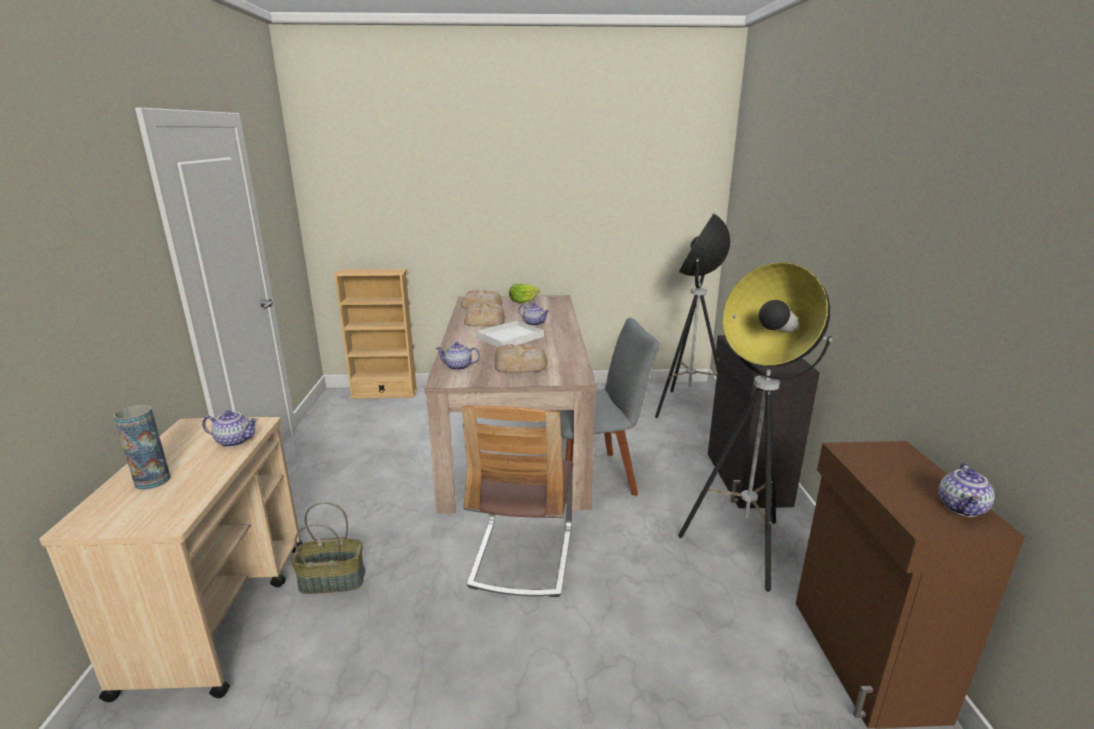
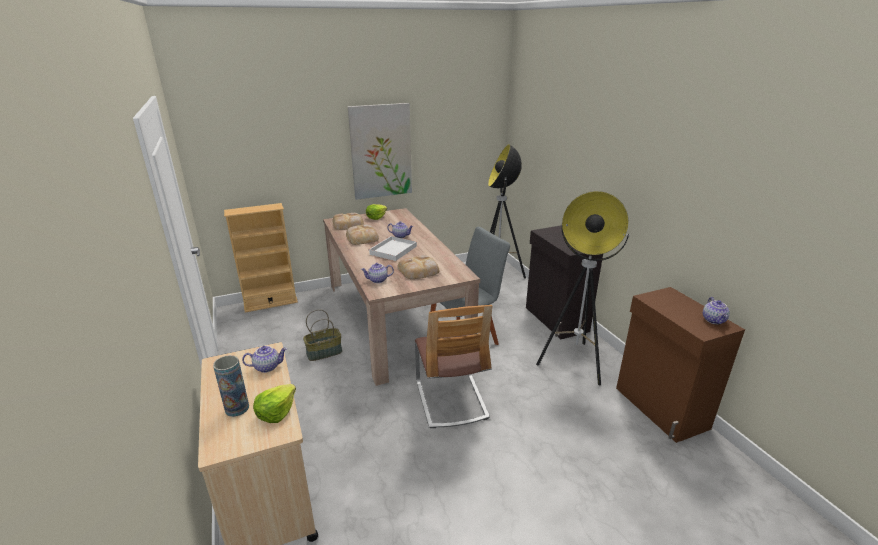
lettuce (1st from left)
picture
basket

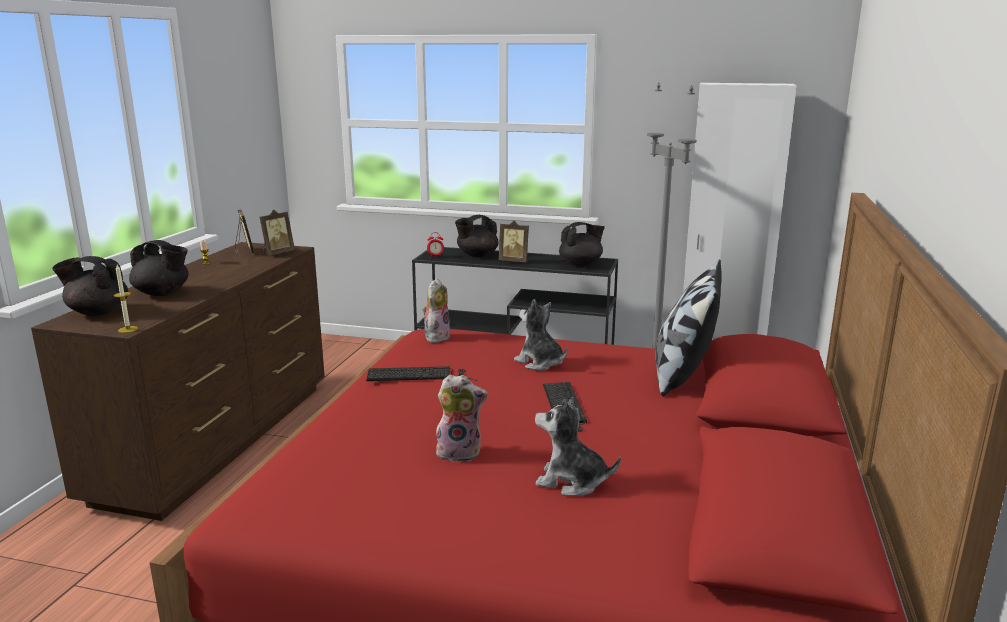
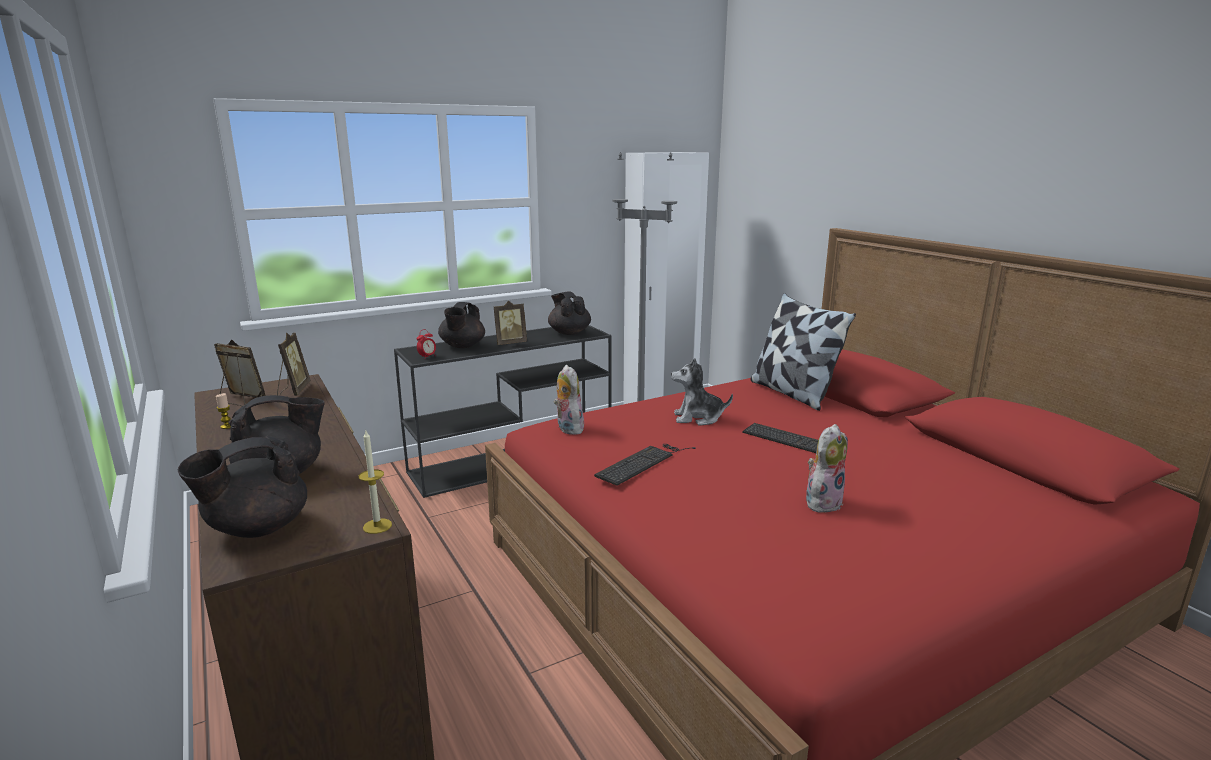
plush toy (4th from left in the first image)
black teapot (4th from left)

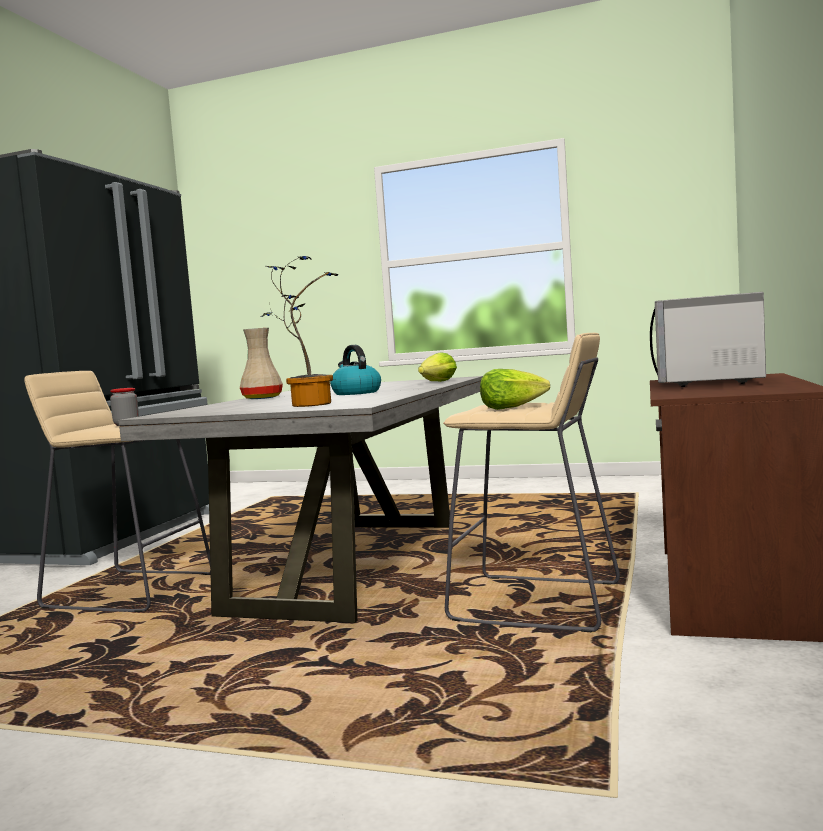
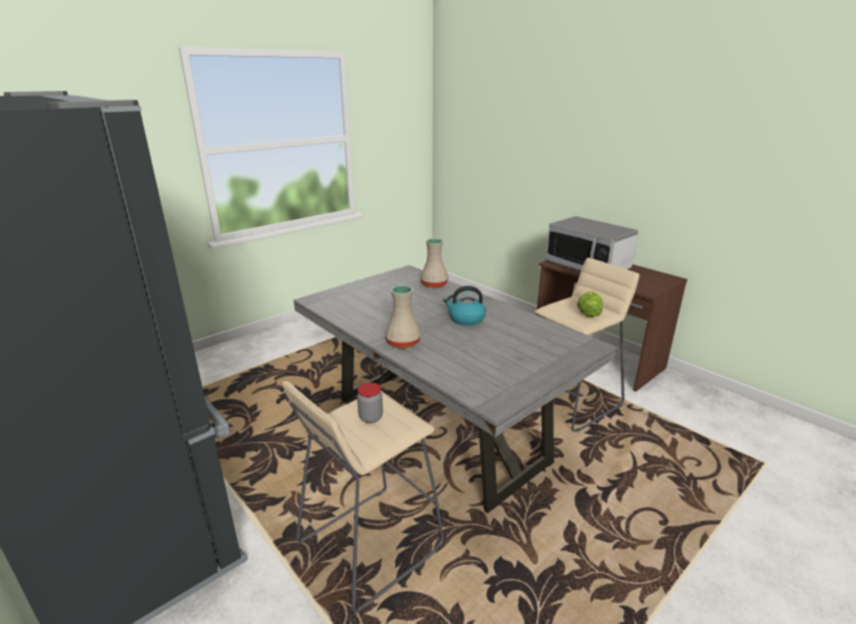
potted plant
beige vase (2nd from left)

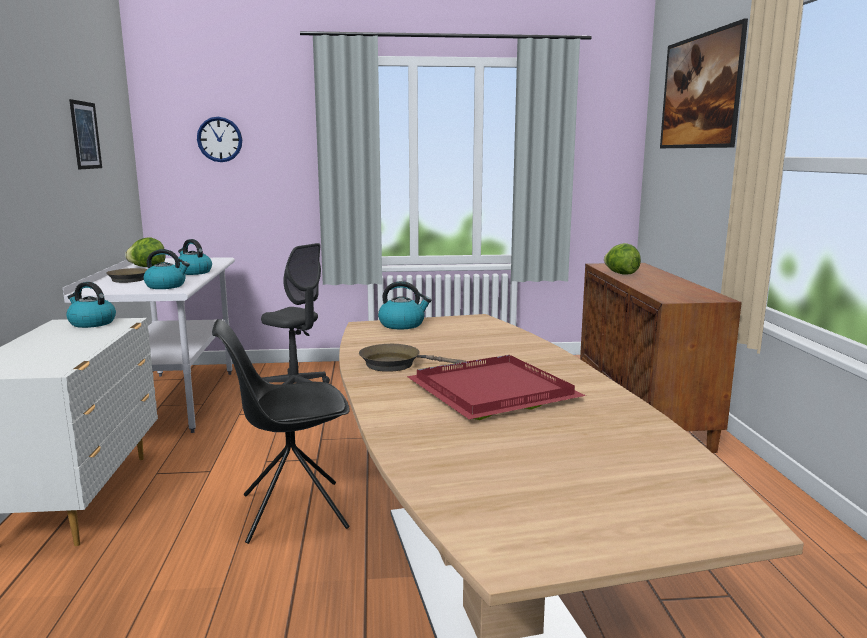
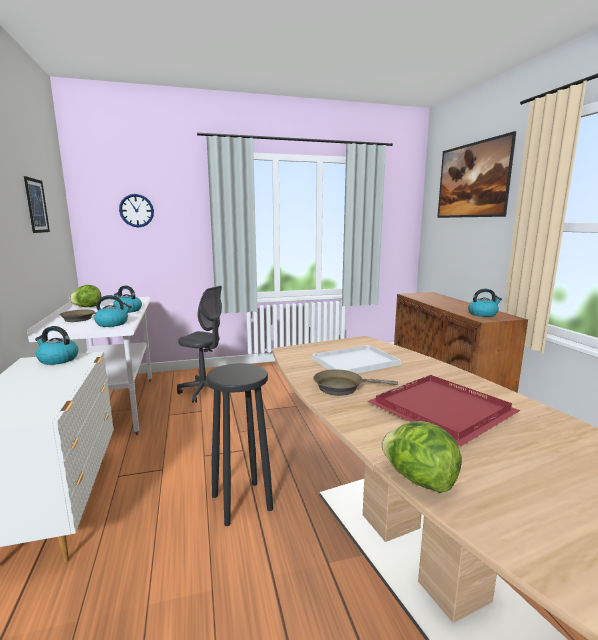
white tray
kettle (4th from left)
lettuce (2nd from left)
black stool

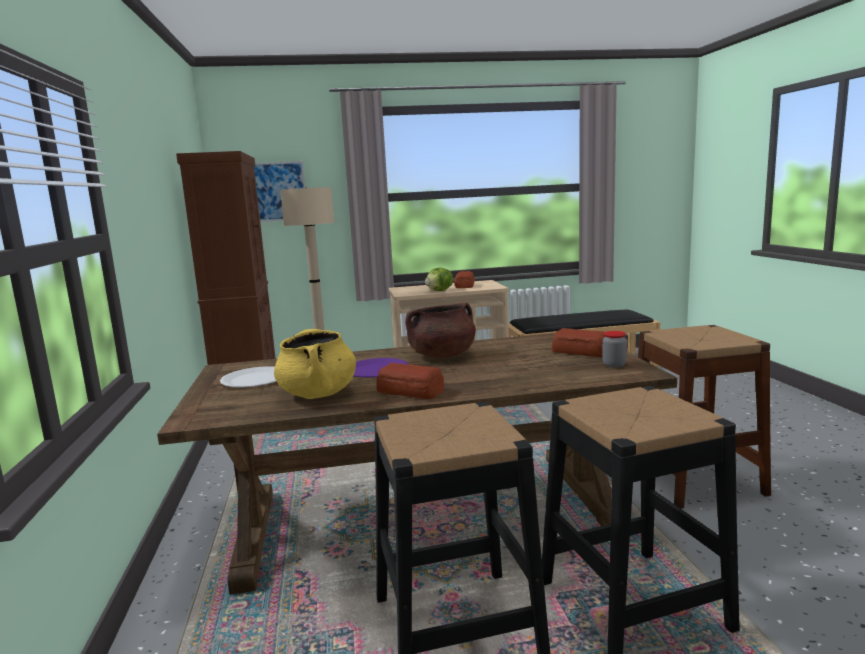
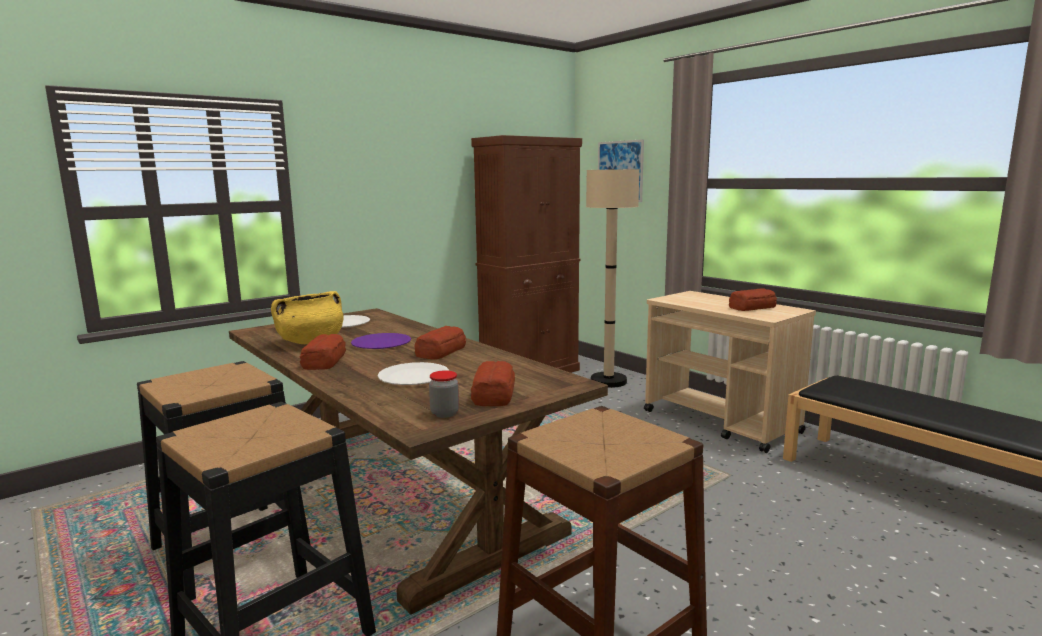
lettuce
white plate (2nd from left)
bread (2nd from left)

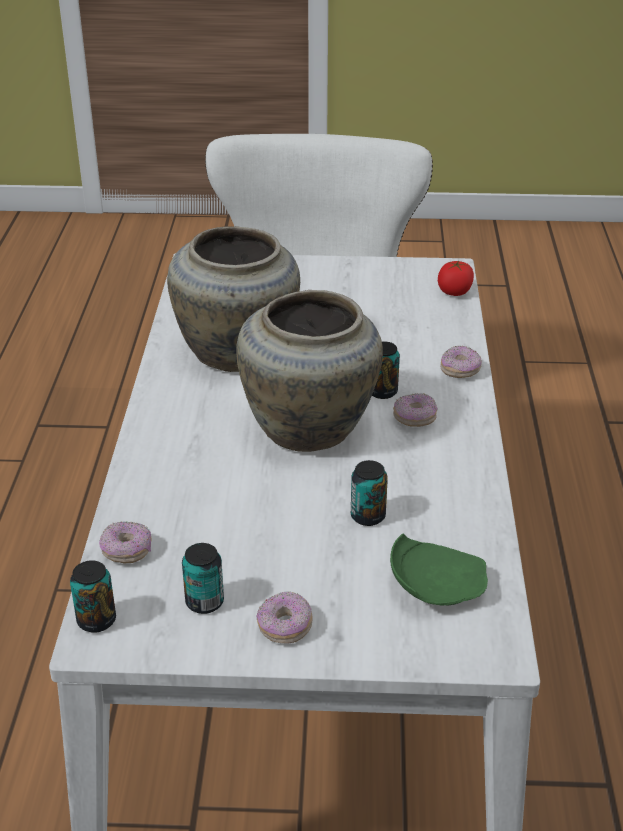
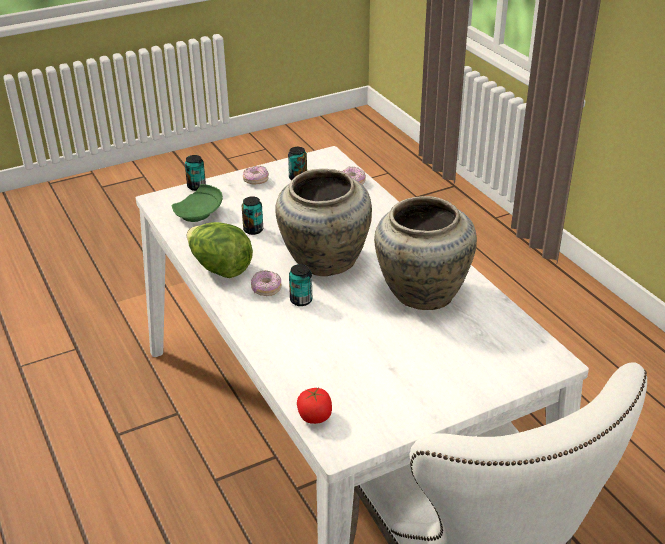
donut (4th from left in the first image)
lettuce
can (1st from left)

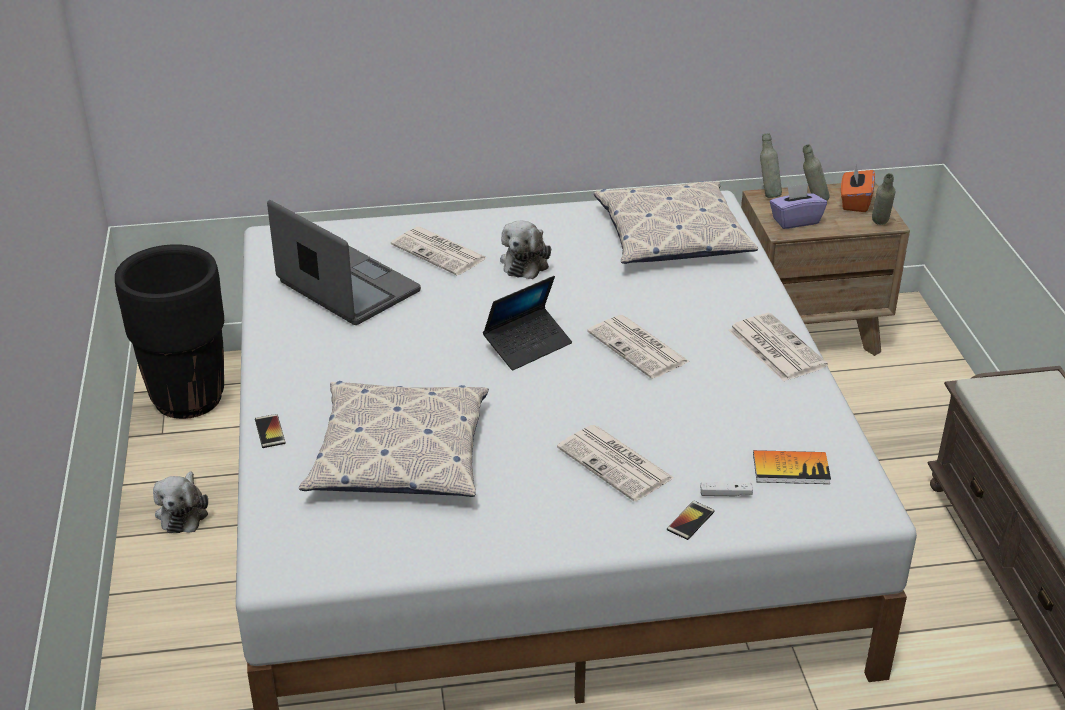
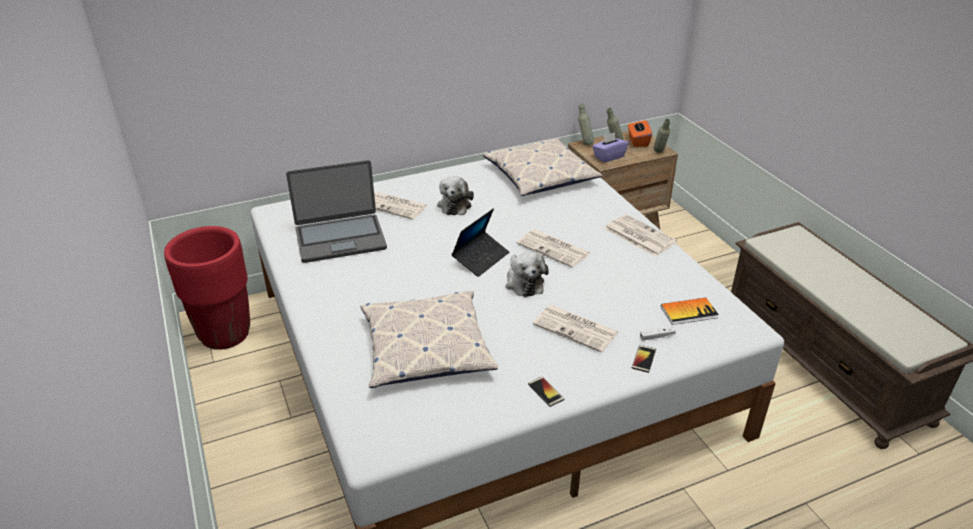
plush toy (2nd from left)
phone (1st from left)
red planter
laptop (1st from left)

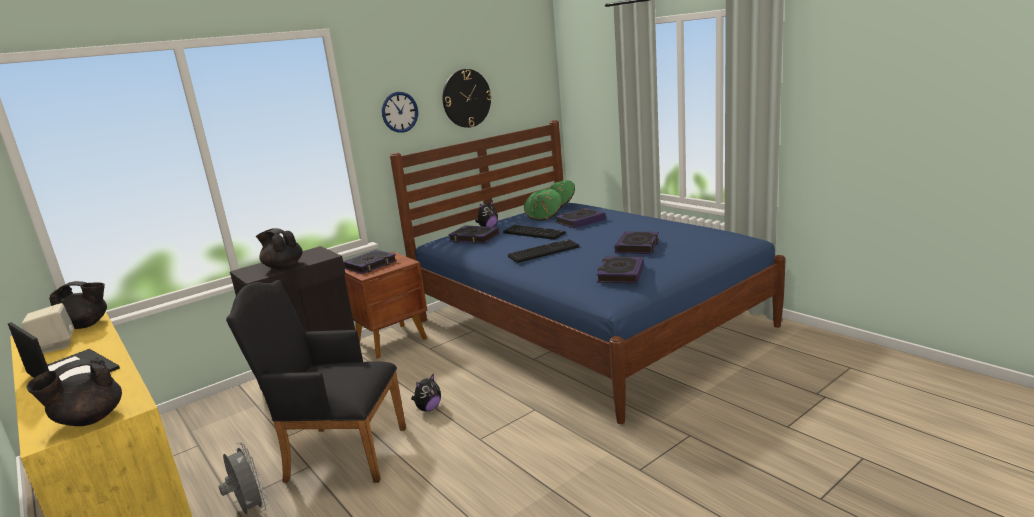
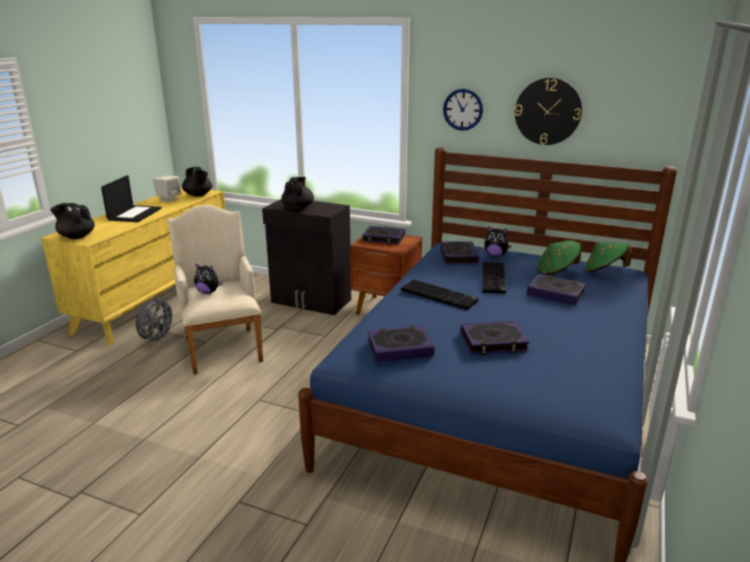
plush toy (1st from left)
beige armchair

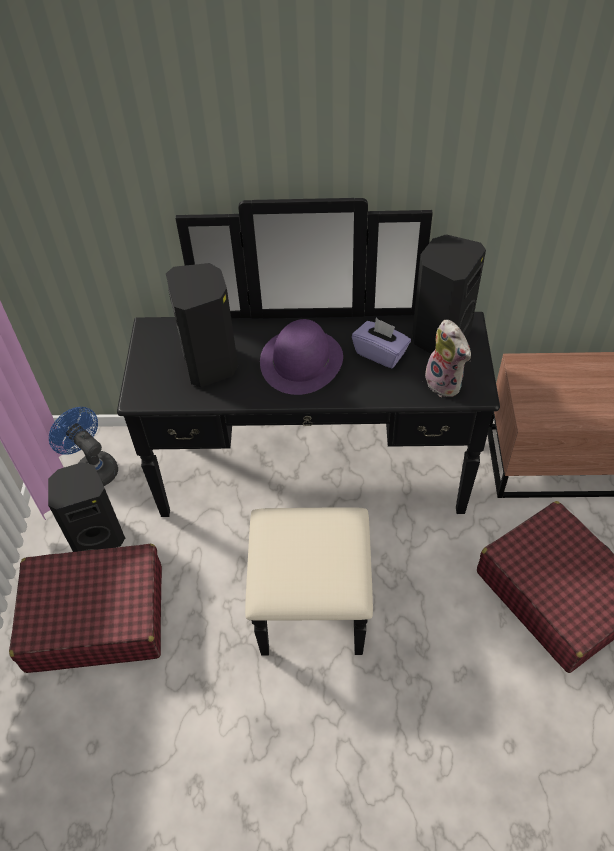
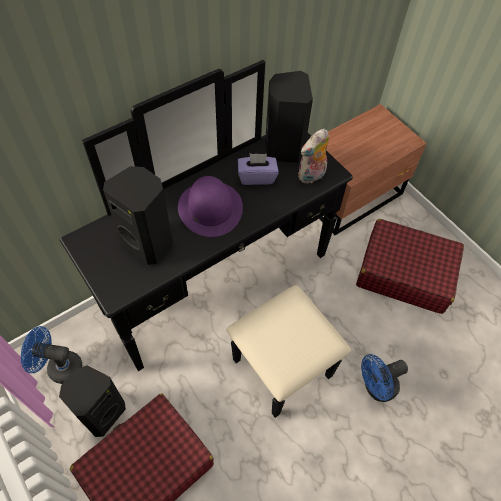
blue fan (2nd from left)
plush toy

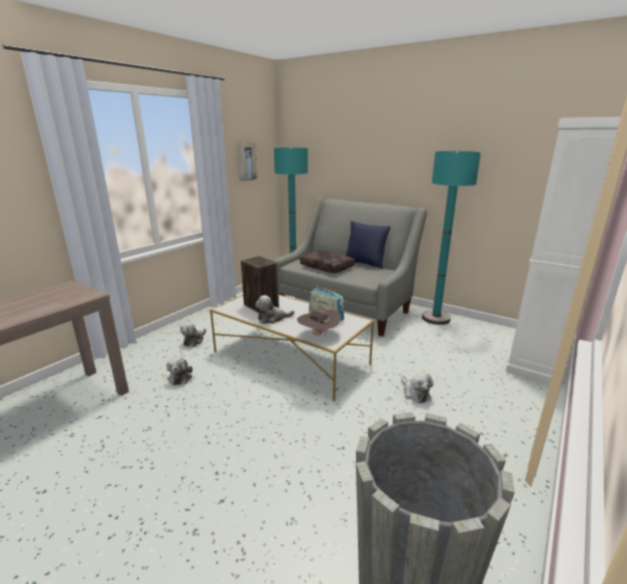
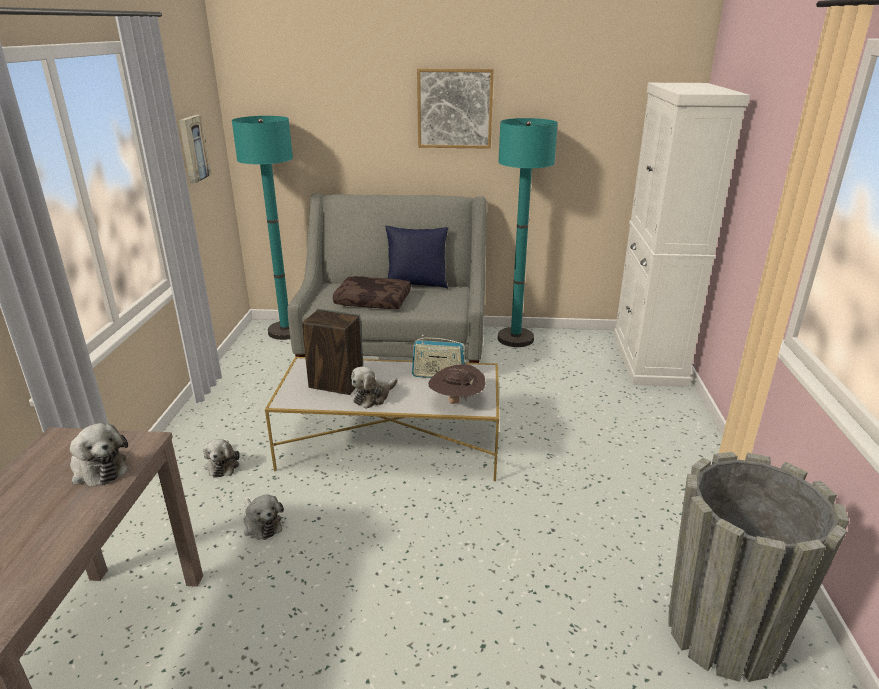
picture (2nd from left)
plush toy (1st from left)

